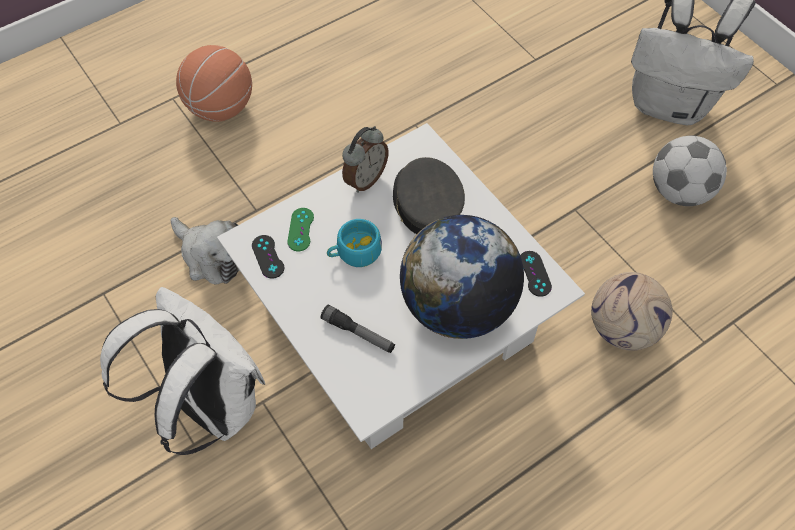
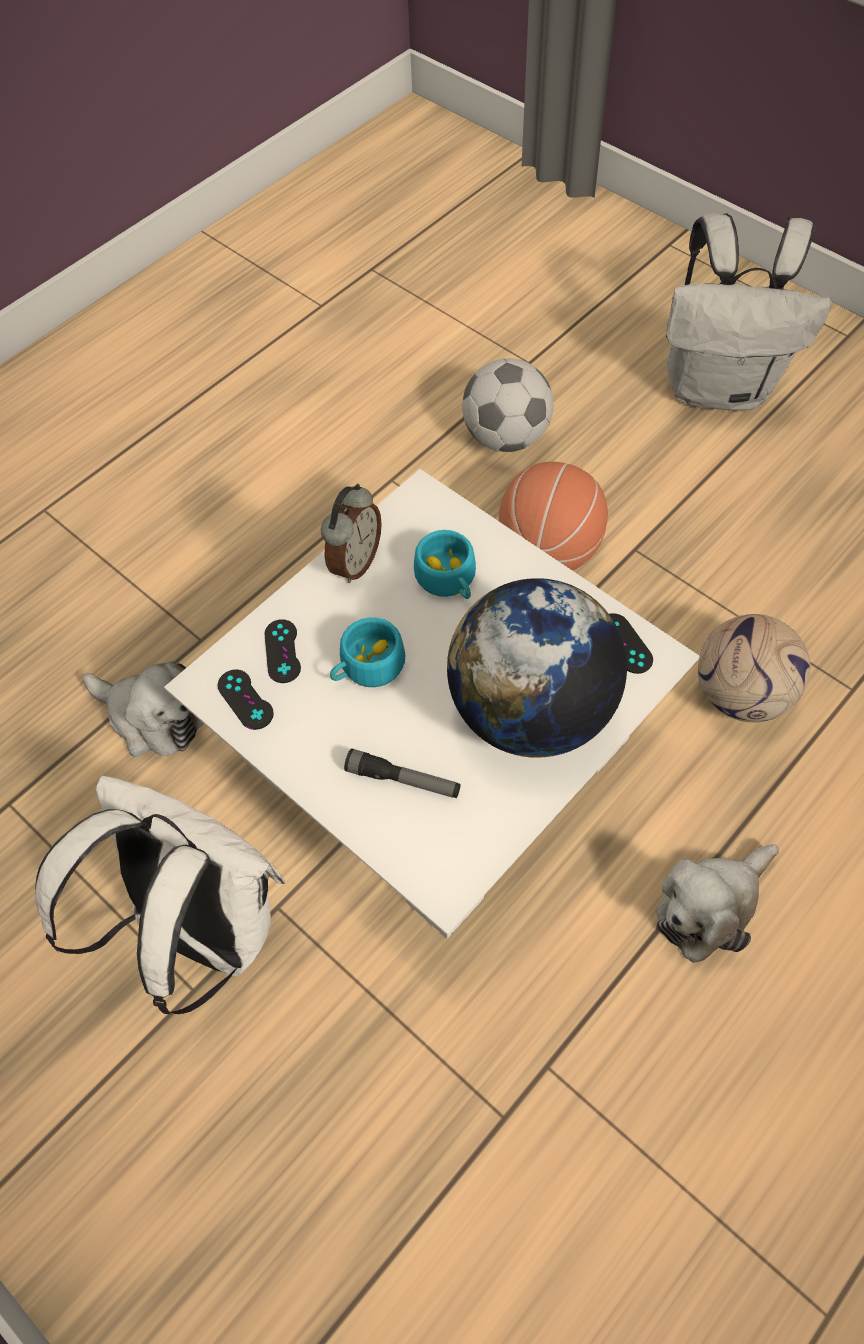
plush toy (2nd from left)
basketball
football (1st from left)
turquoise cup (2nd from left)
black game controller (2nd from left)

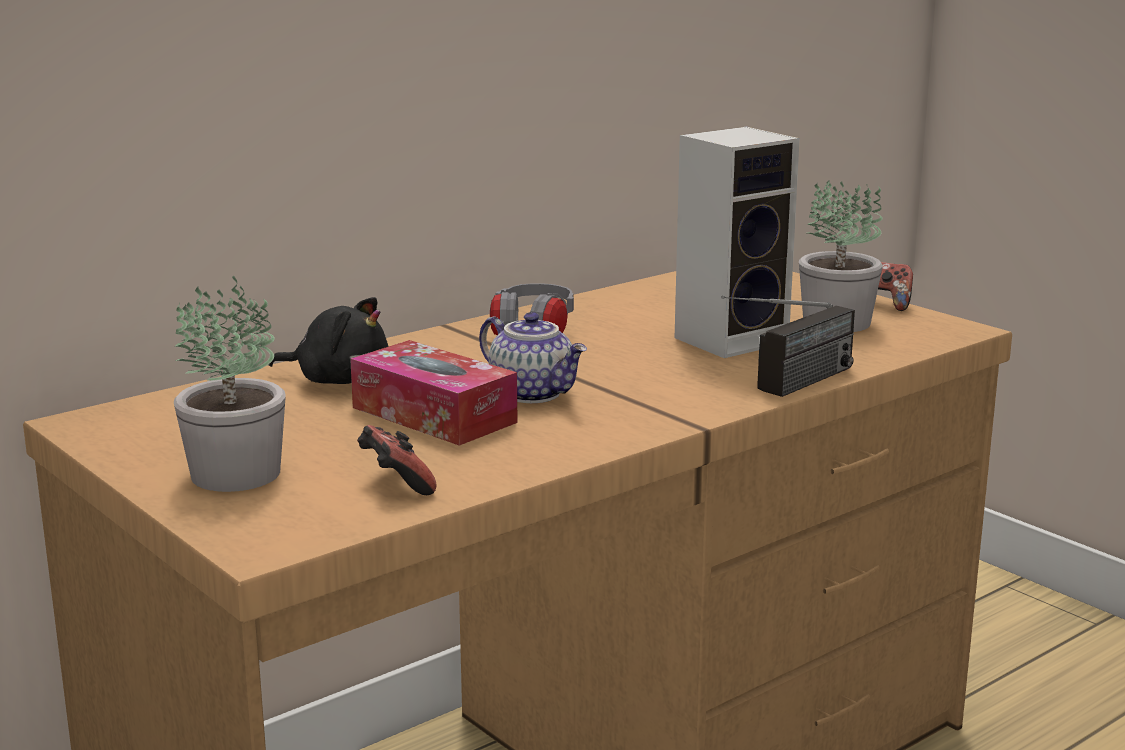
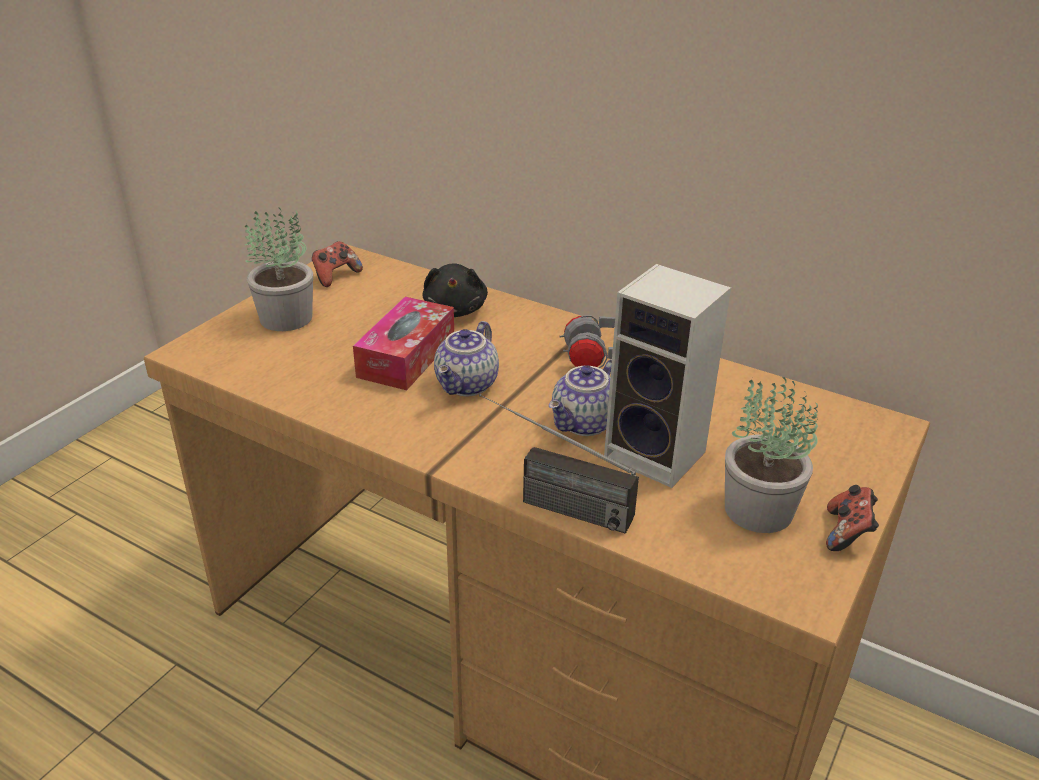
teapot (2nd from left)
game controller (1st from left)

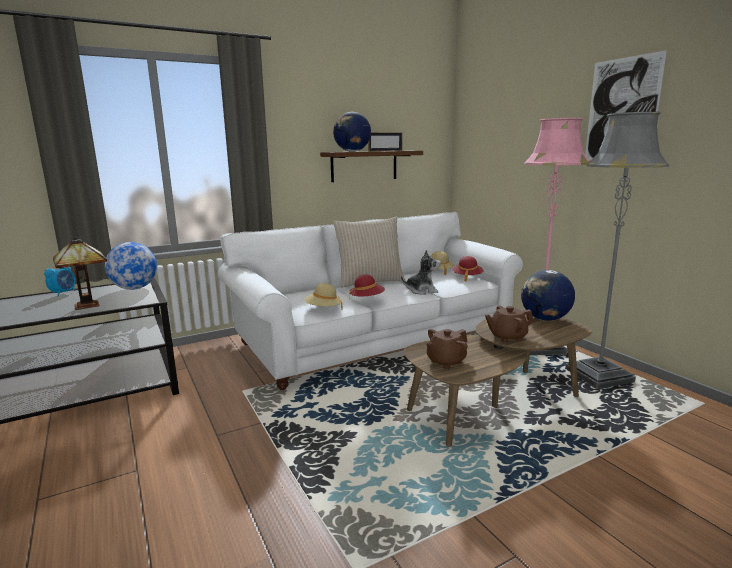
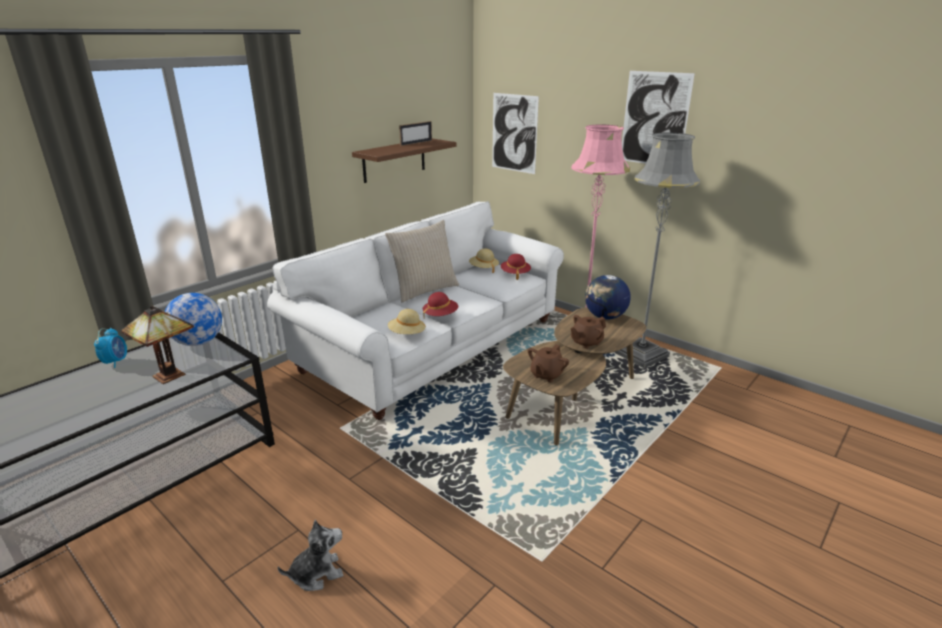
globe (2nd from left in the first image)
picture (1st from left)
plush toy

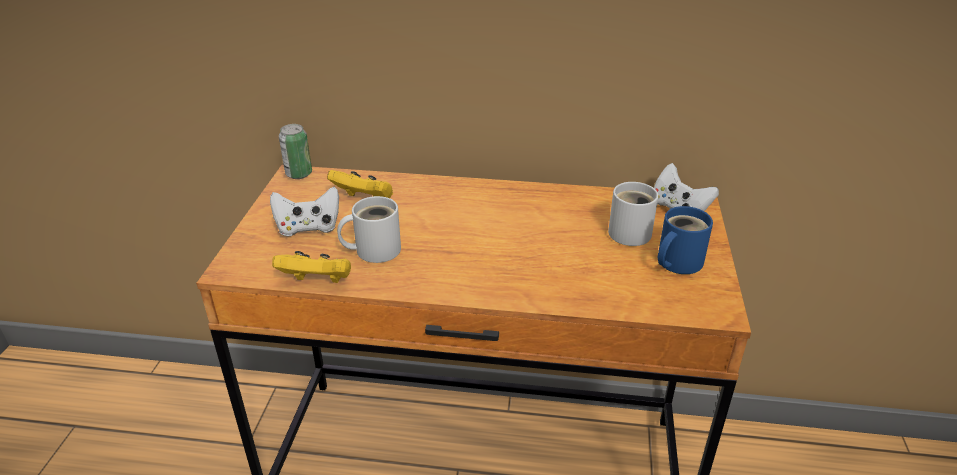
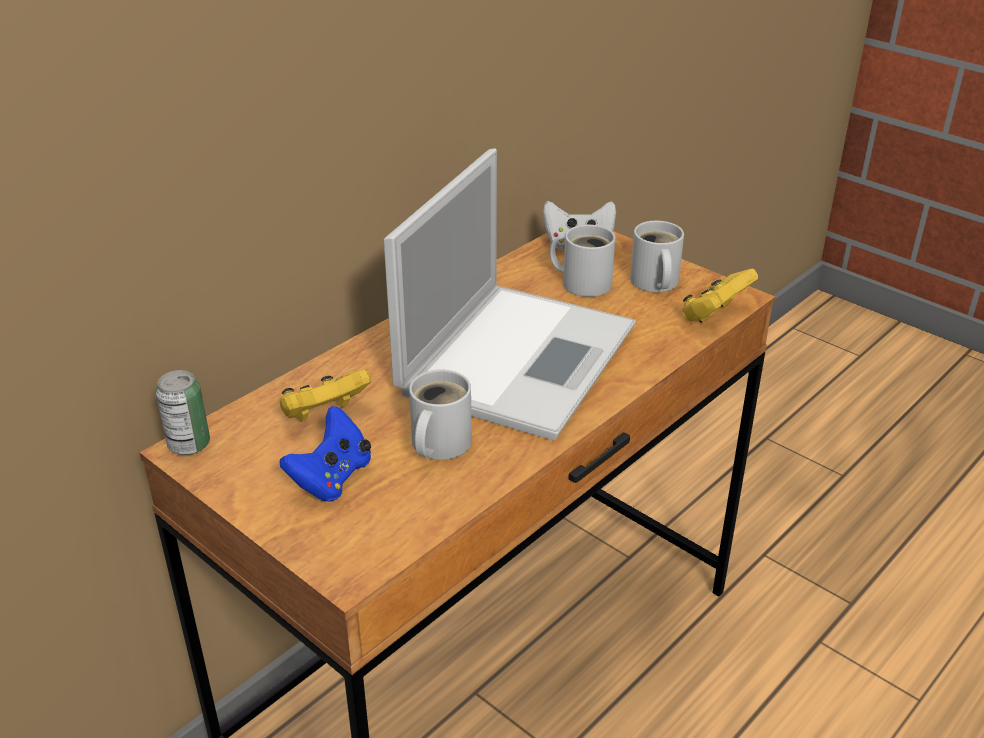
laptop
yellow game controller (2nd from left)
blue game controller
white mug (3rd from left)

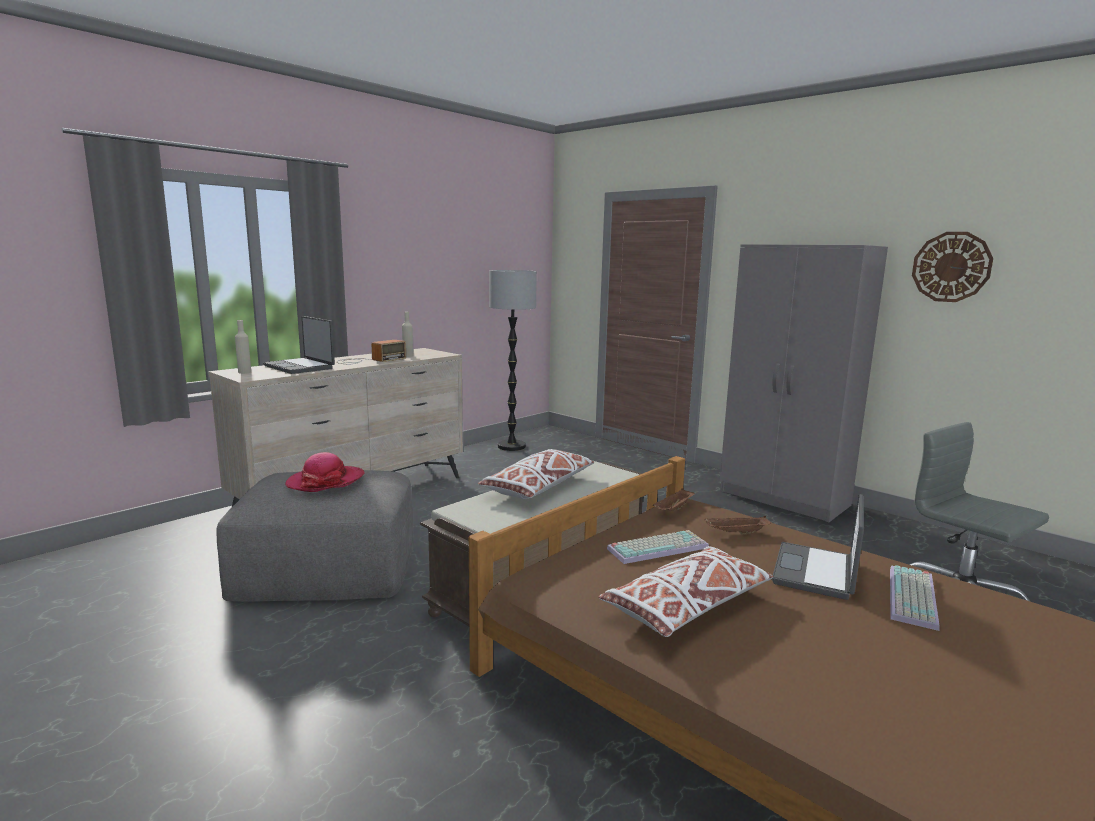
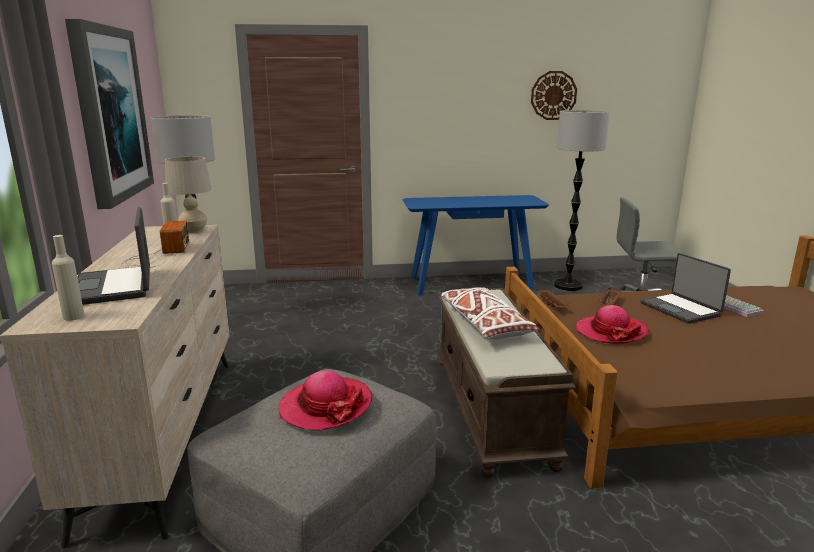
white pillow (2nd from left in the first image)
picture
beige table lamp
floor lamp (2nd from left)
hat (2nd from left)
blue console table
laptop (1st from left)

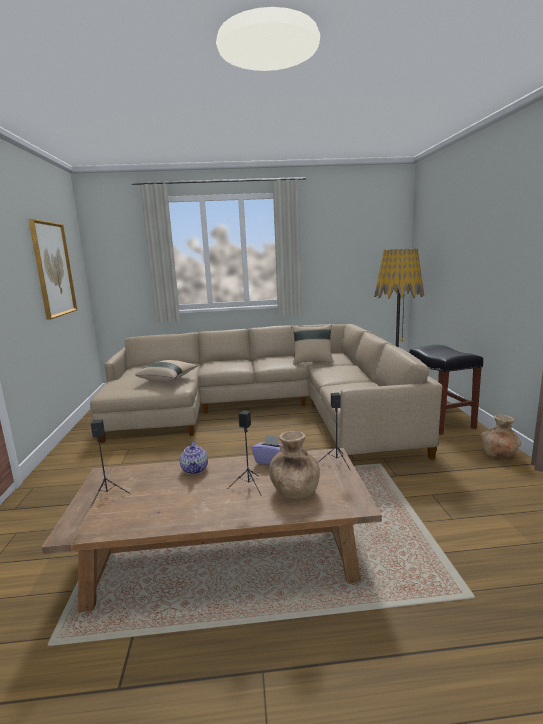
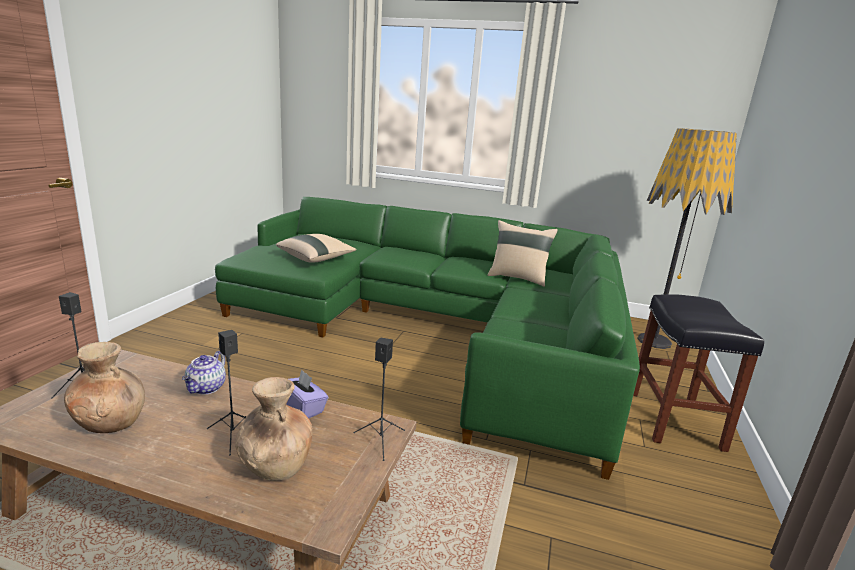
picture
brown vase (1st from left)
green sofa

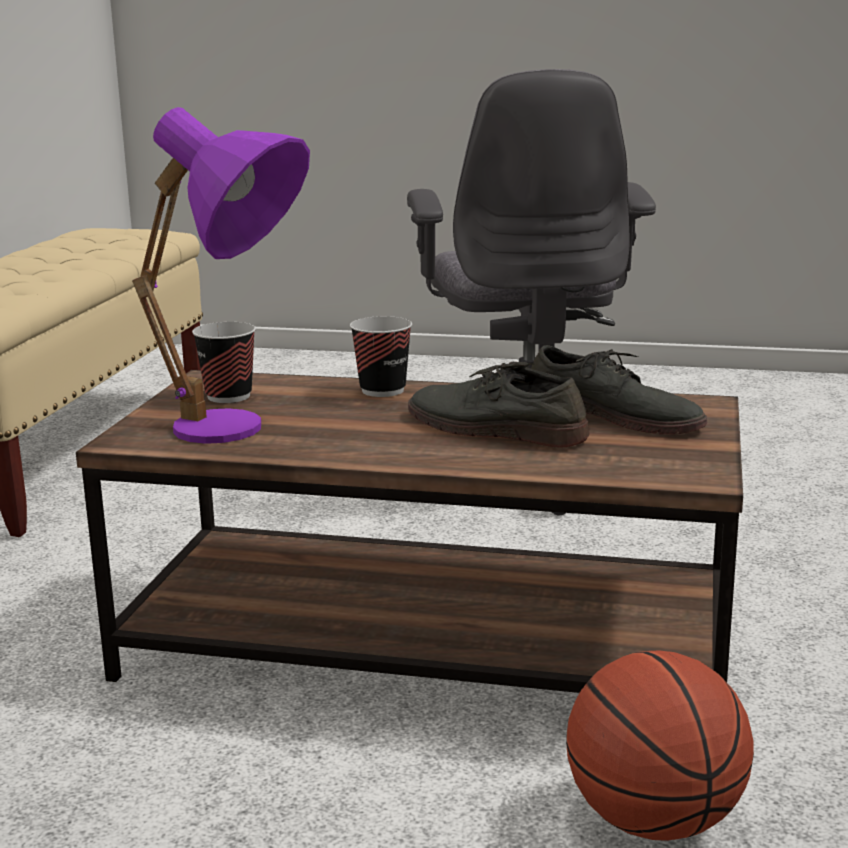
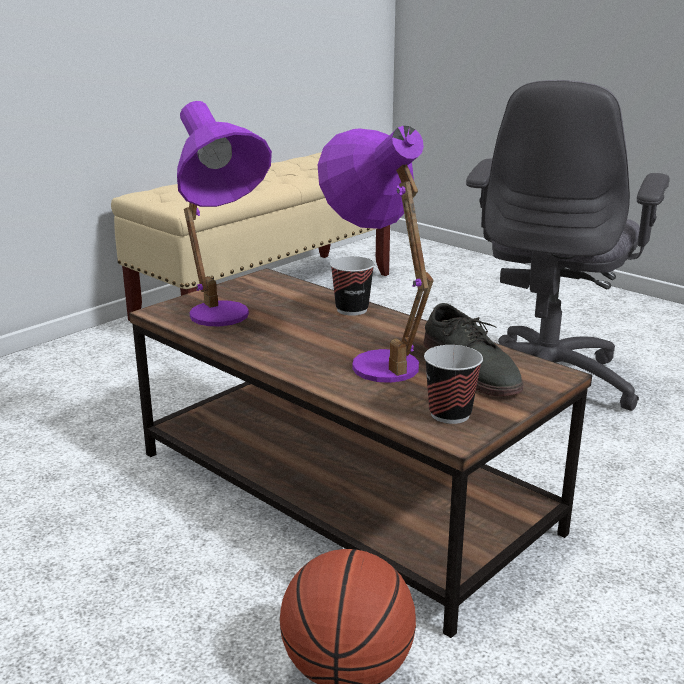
cup (2nd from left)
purple table lamp (2nd from left)

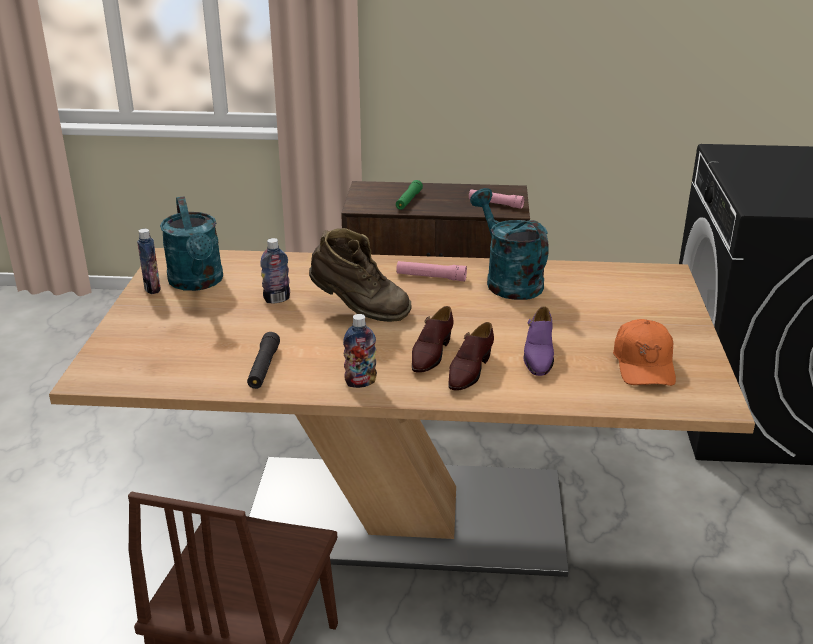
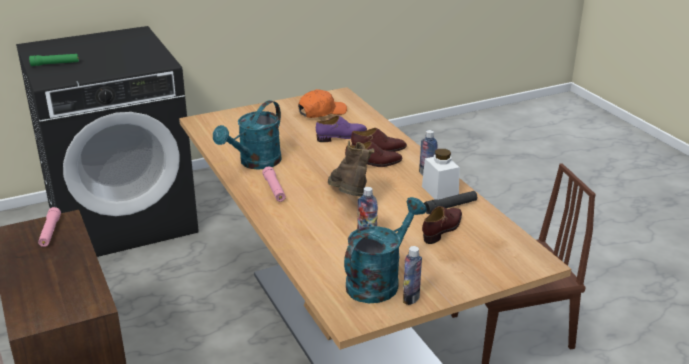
white jar
brown shoe (3rd from left)
green flashlight

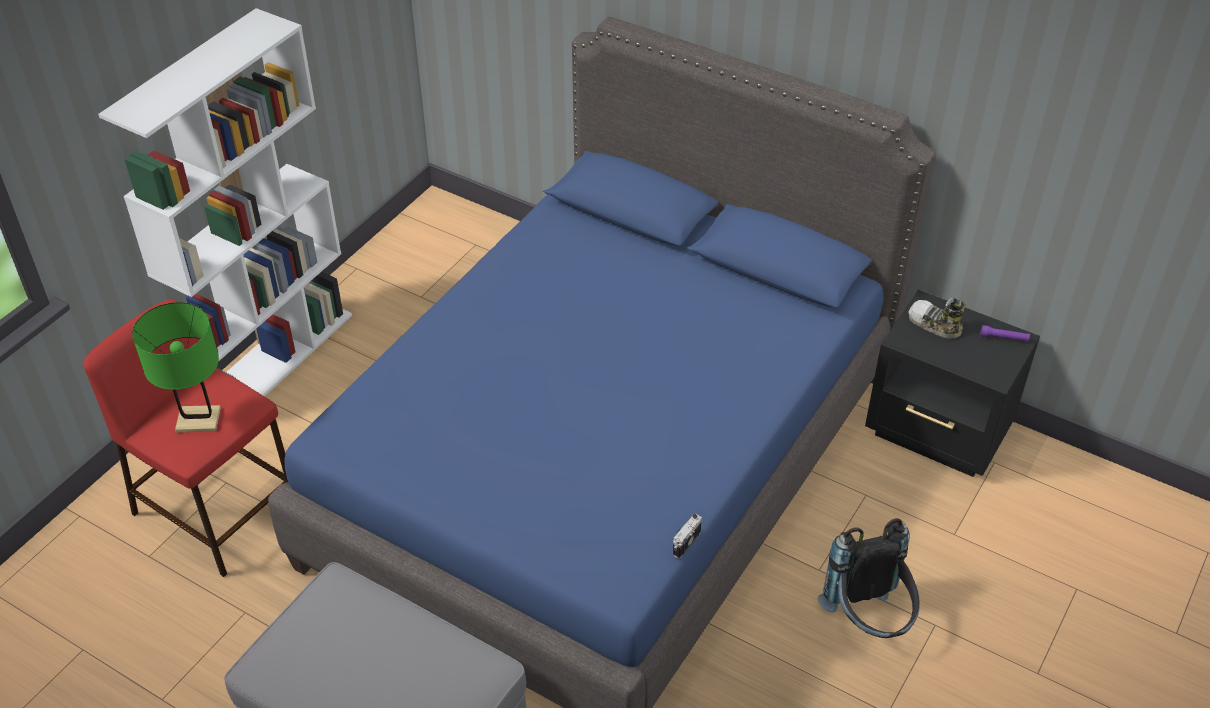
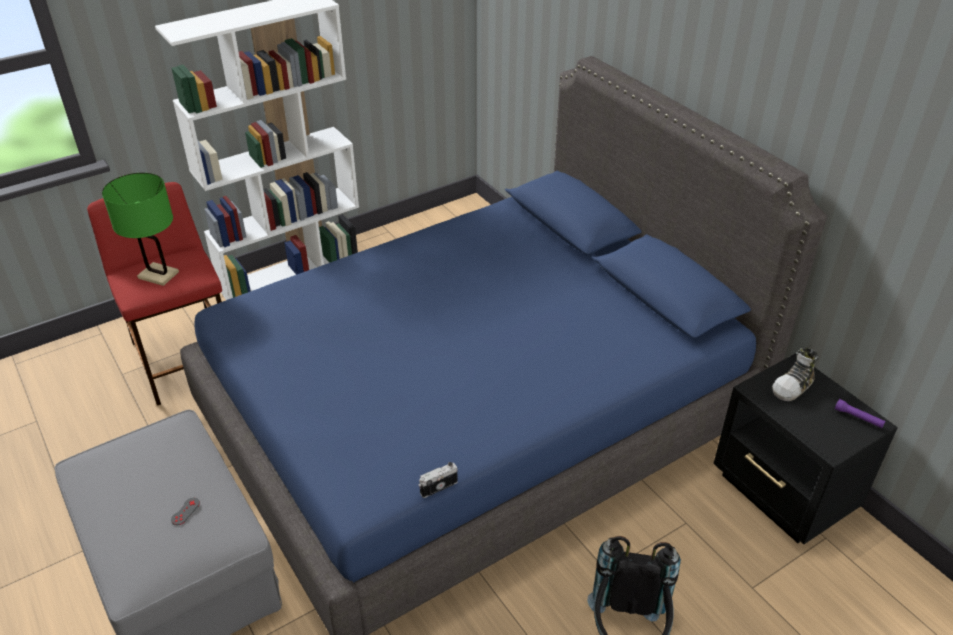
grey game controller
shoe

